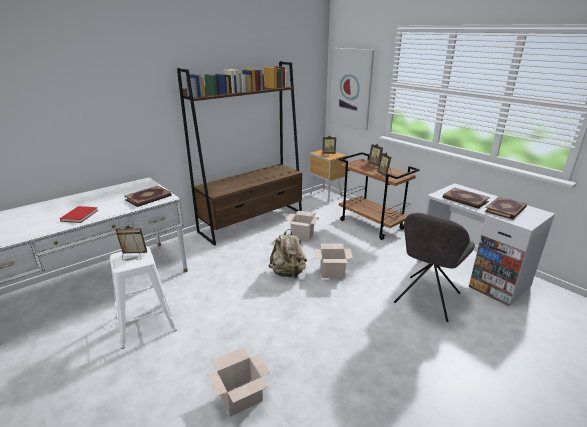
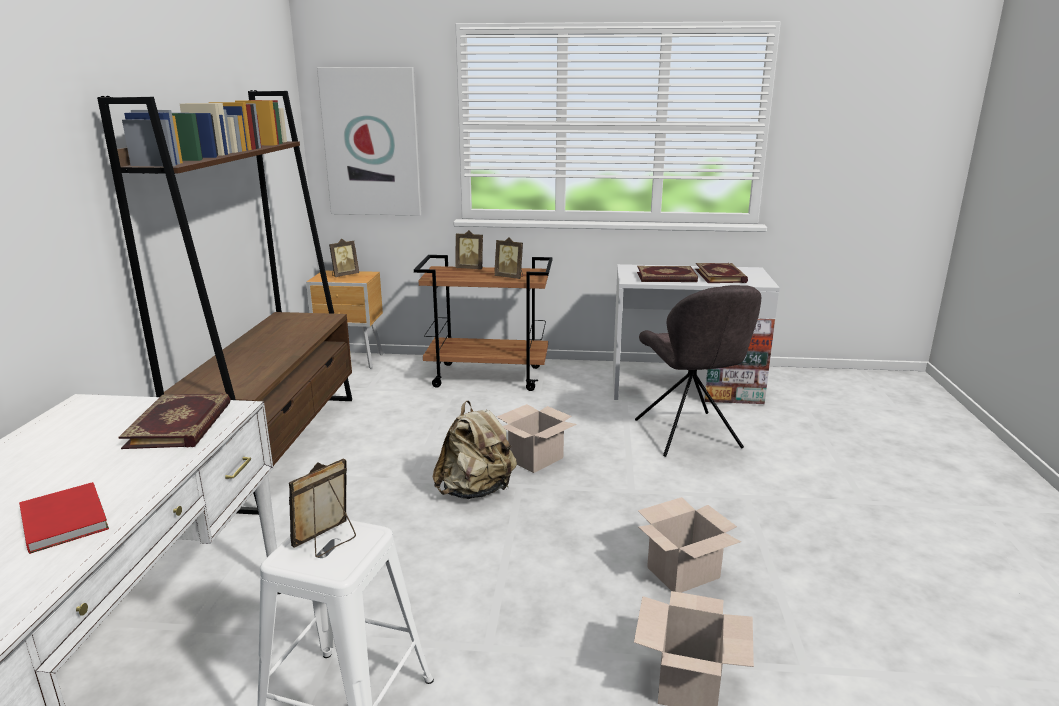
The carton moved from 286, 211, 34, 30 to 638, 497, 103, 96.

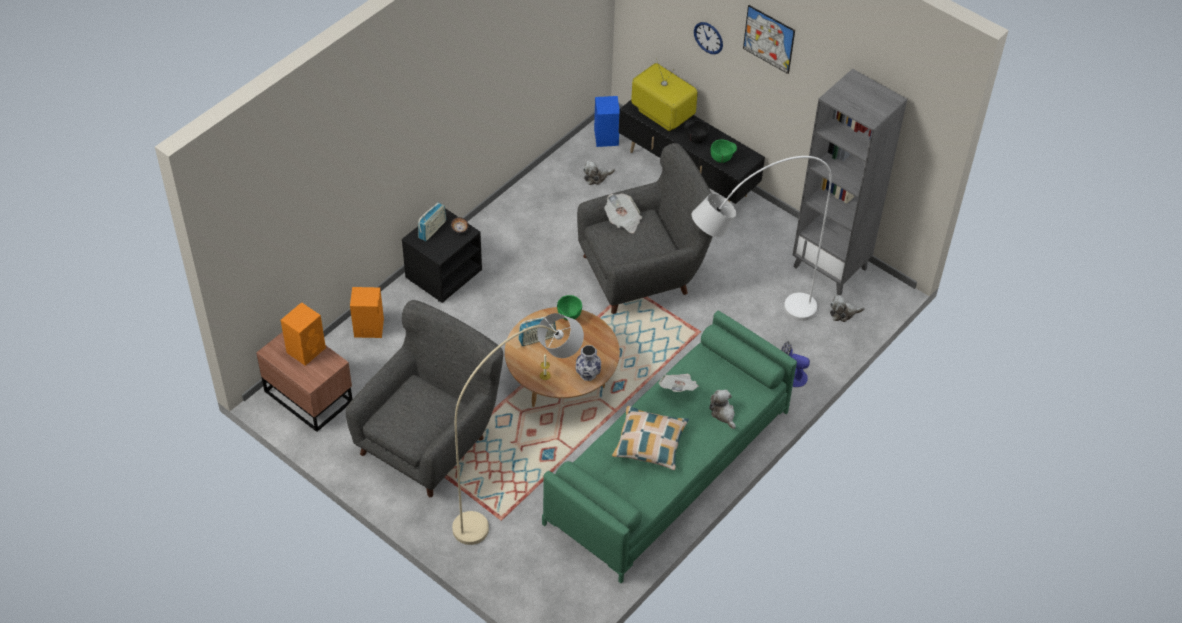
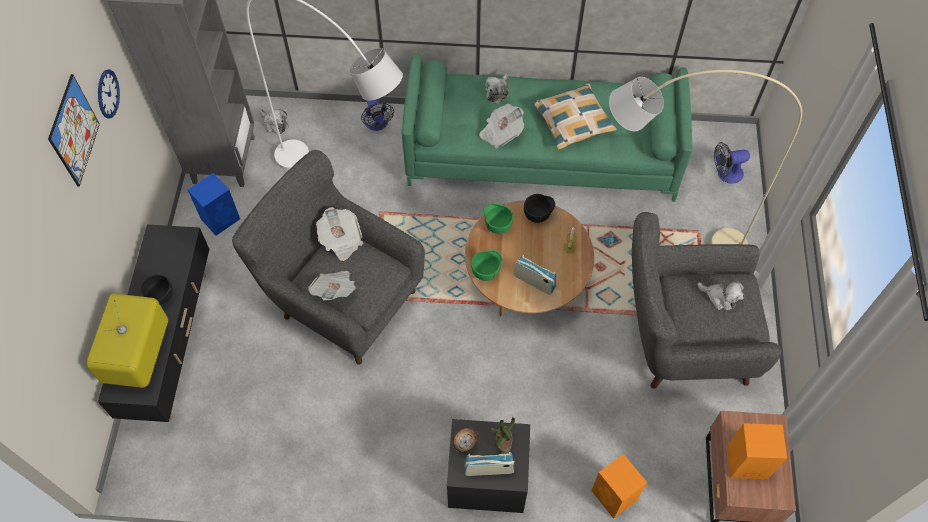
The wall_clock moved from 694, 22, 29, 32 to 98, 69, 22, 50.
The blue_audio_speaker moved from 594, 96, 26, 51 to 188, 173, 52, 63.
The greenish_bowl moved from 711, 139, 26, 24 to 484, 203, 29, 31.
The cuddly_toy moved from 583, 160, 32, 25 to 697, 281, 47, 29.
The vase at 575, 345, 26, 36 was replaced by the black_bowl at 524, 194, 31, 29.
The cooling_fan at 714, 142, 36, 42 appeared.
The newspaper at 316, 207, 47, 54 appeared.
The houseplant at 491, 417, 24, 37 appeared.

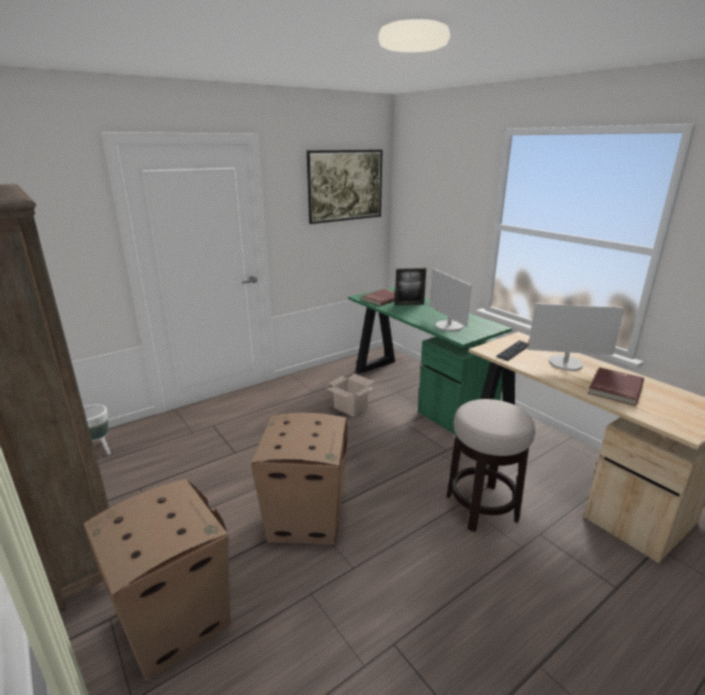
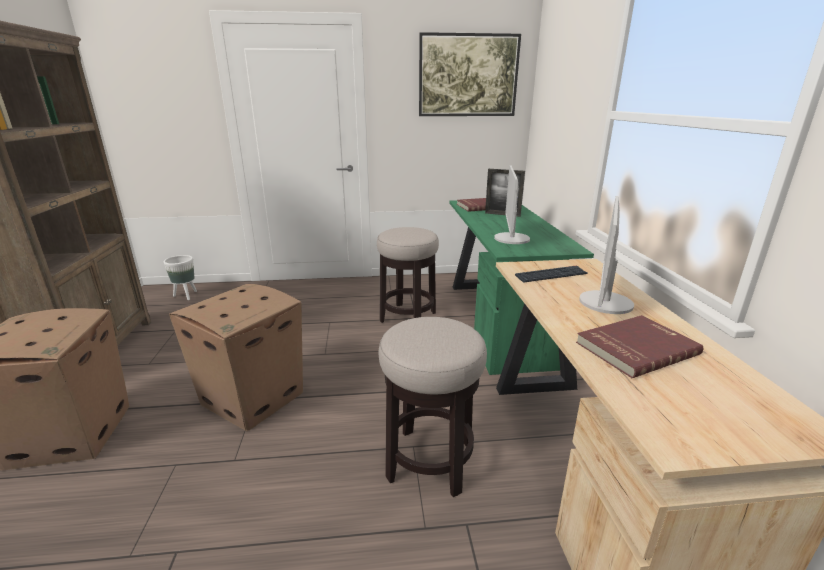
The monitor at 528, 303, 96, 68 turned 75 degrees clockwise.
The carton at 327, 374, 47, 43 was replaced by the stool_seat at 377, 227, 62, 96.

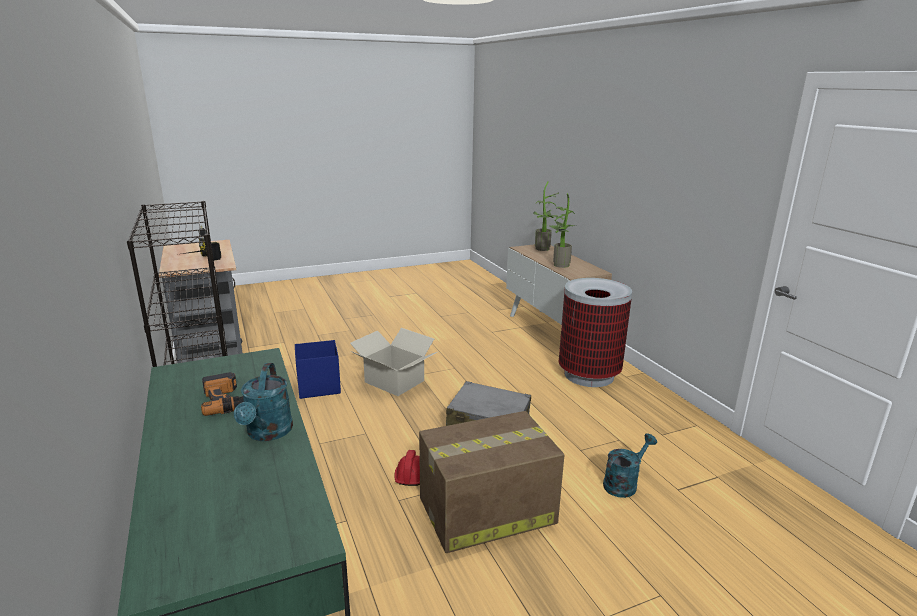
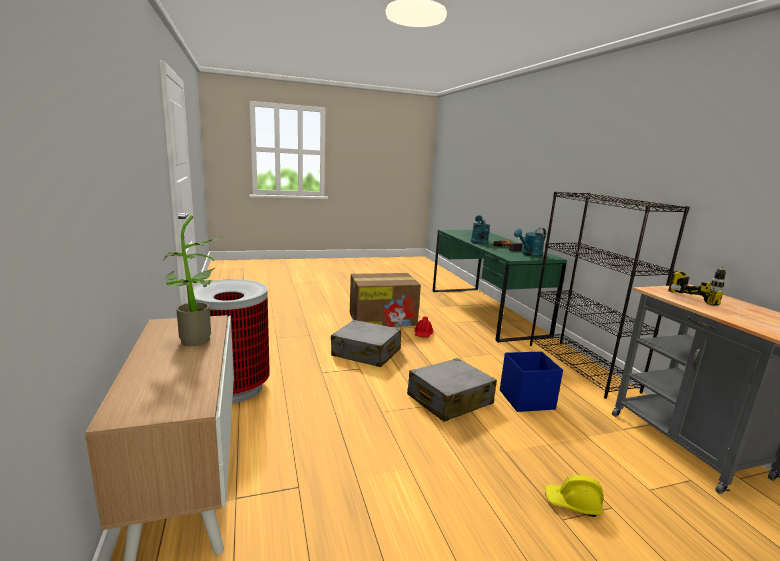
The houseplant at 533, 182, 26, 69 disappeared.
The carton at 350, 328, 87, 68 was replaced by the grey_travel_case at 407, 358, 90, 64.
The blue-green_watering_can moved from 603, 433, 54, 65 to 514, 228, 32, 29.
The yellow_hard_hat at 545, 475, 59, 42 appeared.

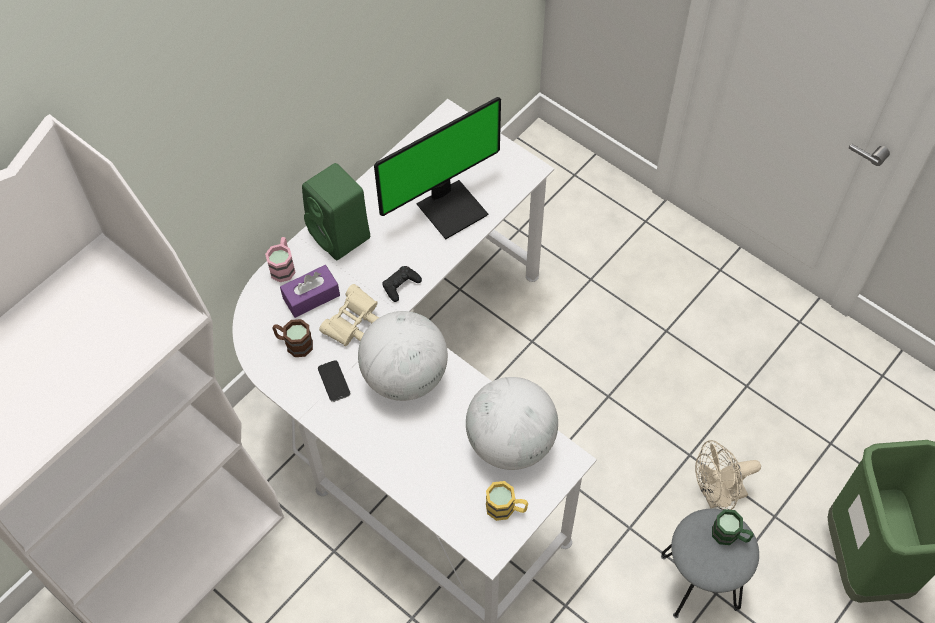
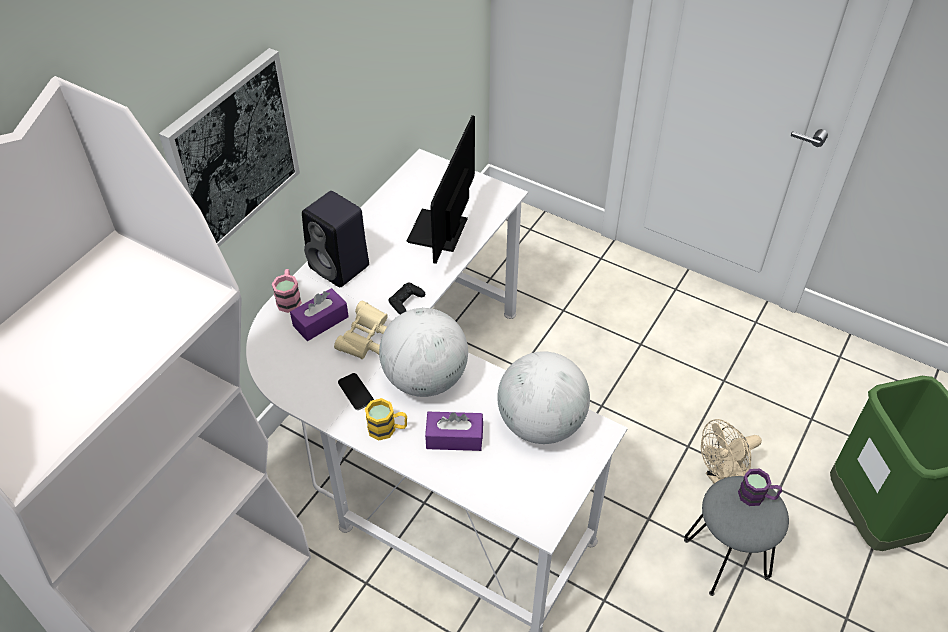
The monitor at 374, 97, 127, 142 turned 150 degrees clockwise.
The greenish_audio_speaker at 302, 163, 68, 97 became the black_audio_speaker at 302, 191, 67, 96.
The brownish_tea_mug at 272, 319, 41, 38 disappeared.
The yellow_tea_mug moved from 486, 481, 42, 40 to 365, 398, 42, 42.
The greenish_tea_mug at 712, 509, 42, 36 became the purple-coloured_tea_mug at 738, 469, 44, 37.
The wall_picture at 159, 48, 141, 199 appeared.
The purple-coloured_tissue_box at 425, 412, 58, 39 appeared.

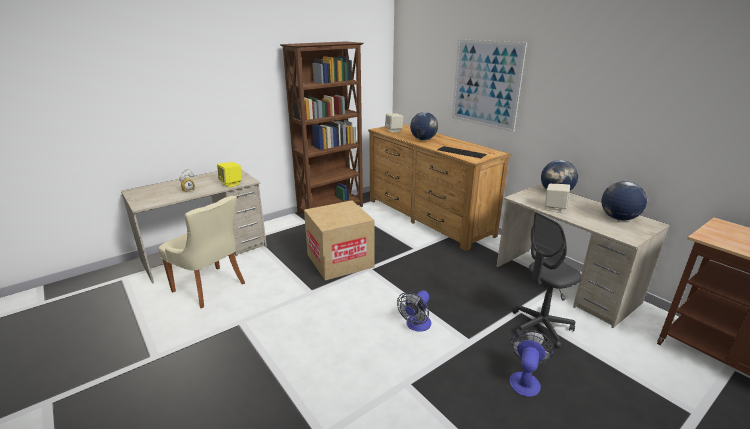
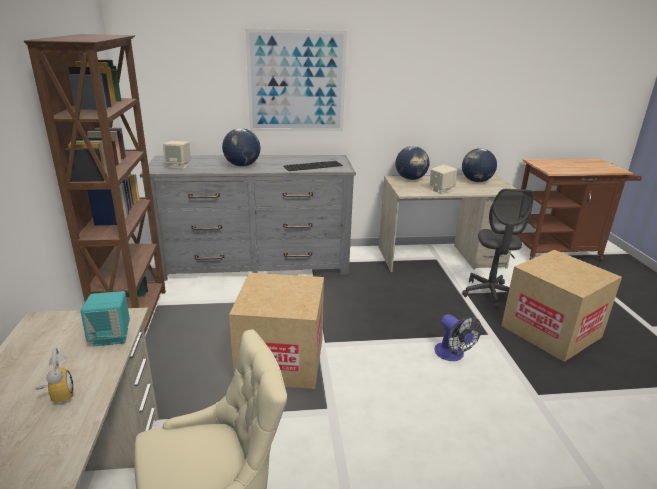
The brownish_chest_of_drawers at 368, 124, 143, 127 became the grey_chest_of_drawers at 140, 155, 216, 126.
The yellow_audio_speaker at 217, 162, 25, 25 became the blue-green_audio_speaker at 80, 291, 50, 56.
The cooling_fan at 509, 330, 45, 67 was replaced by the carton at 501, 250, 121, 112.

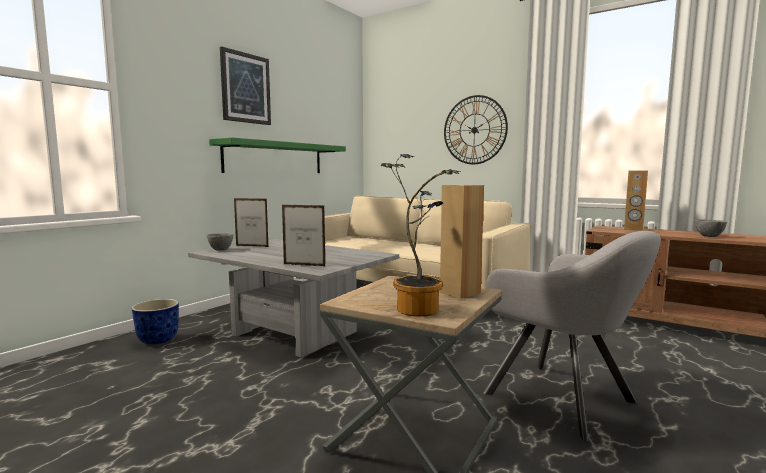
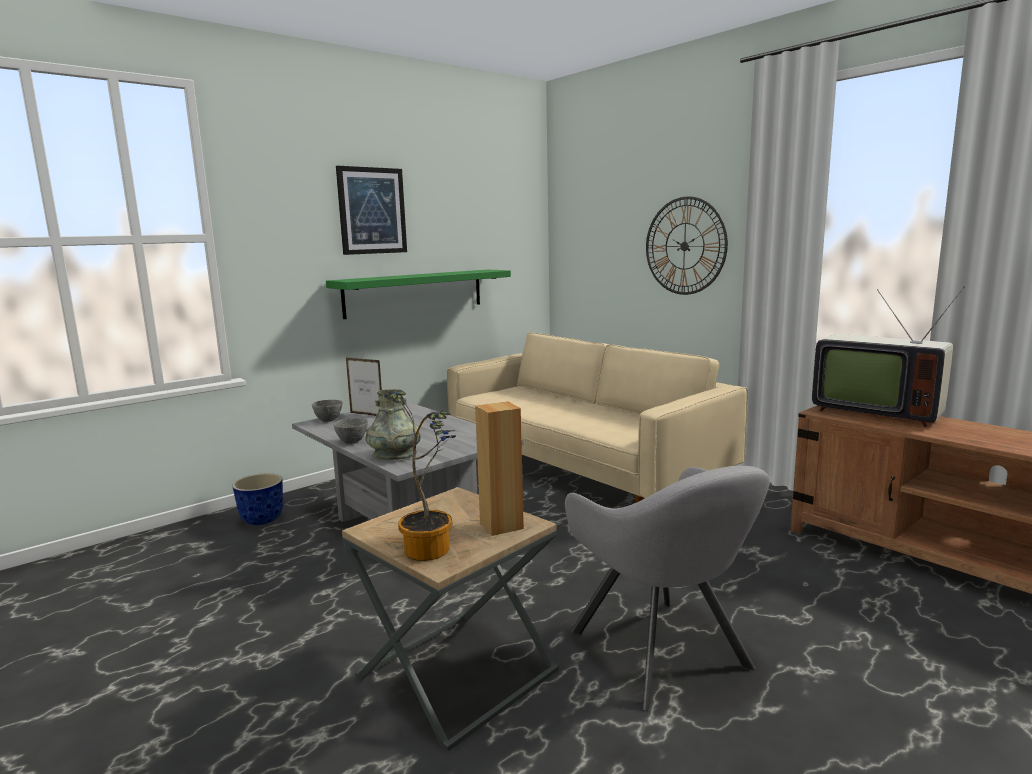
The brownish_audio_speaker at 624, 171, 24, 60 was replaced by the TV at 812, 286, 153, 141.
The picture_frame at 282, 205, 43, 61 was replaced by the grey_vase at 366, 389, 55, 71.
The grey_bowl moved from 695, 220, 32, 17 to 333, 418, 35, 26.

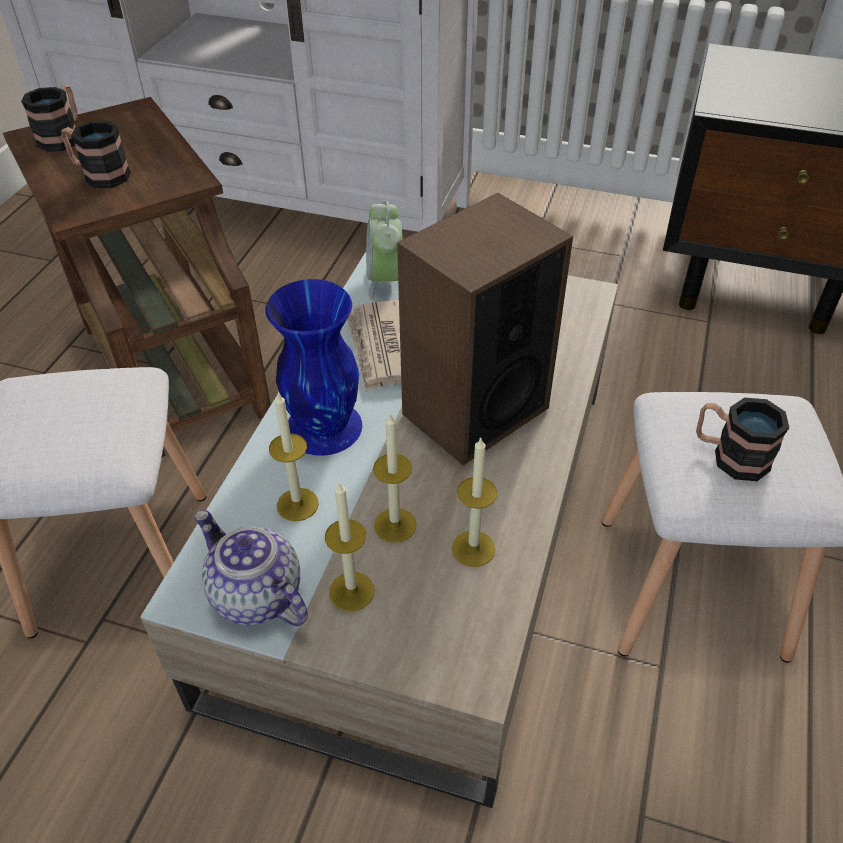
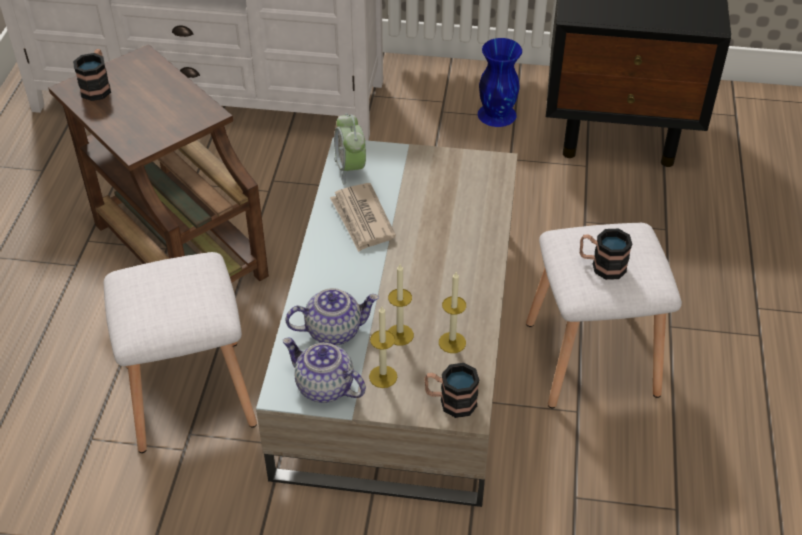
The tea_mug moved from 61, 121, 70, 67 to 424, 363, 55, 55.
The audio_speaker at 397, 193, 176, 273 disappeared.
The blue_vase moved from 265, 279, 97, 177 to 478, 38, 44, 89.
The wax_candle at 269, 392, 50, 129 was replaced by the teapot at 285, 288, 94, 57.

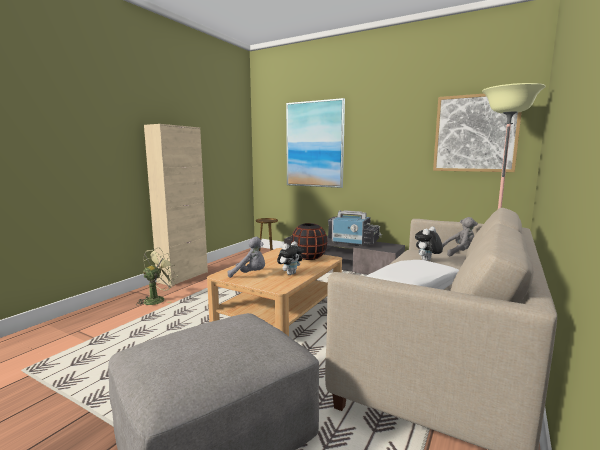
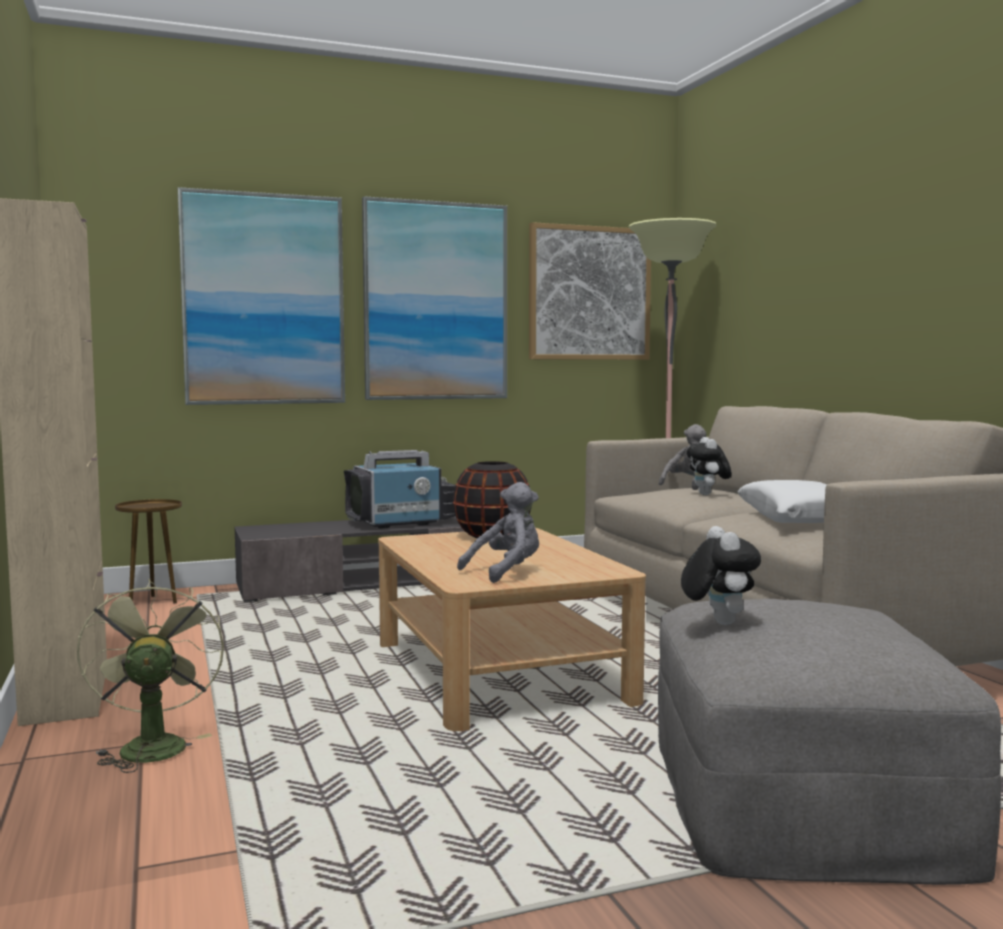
The cuddly_toy moved from 277, 241, 27, 34 to 681, 526, 80, 99.
The wall_picture at 362, 196, 145, 204 appeared.

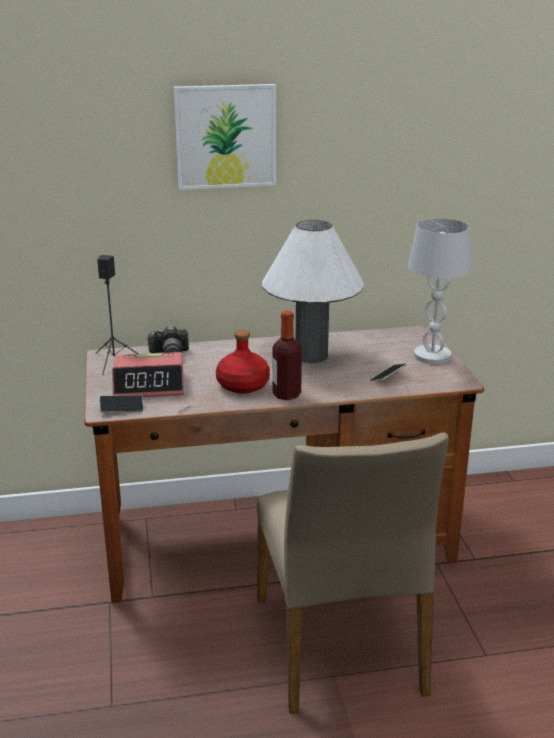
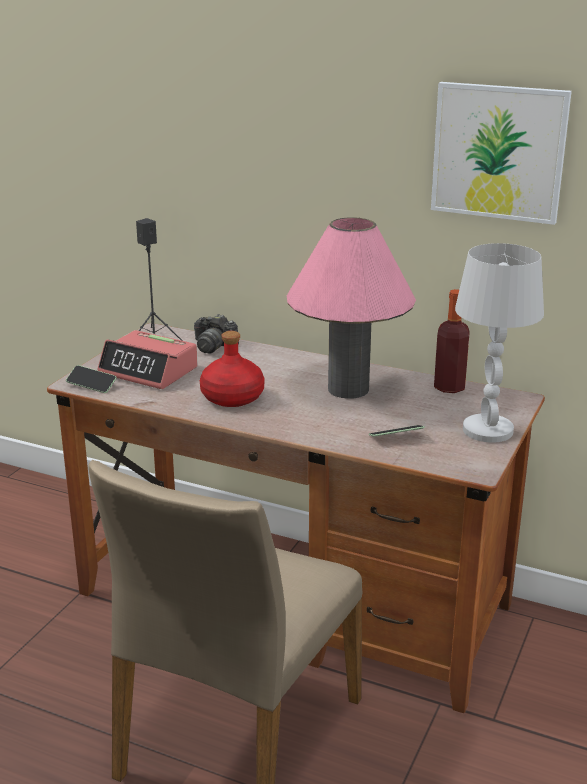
The wall_picture moved from 174, 84, 102, 106 to 431, 82, 141, 143.
The white-coloured_lamp_for_a_table at 262, 220, 102, 143 became the pinkish_lamp_for_a_table at 287, 217, 129, 182.
The bottle moved from 272, 311, 30, 89 to 434, 289, 36, 104.

